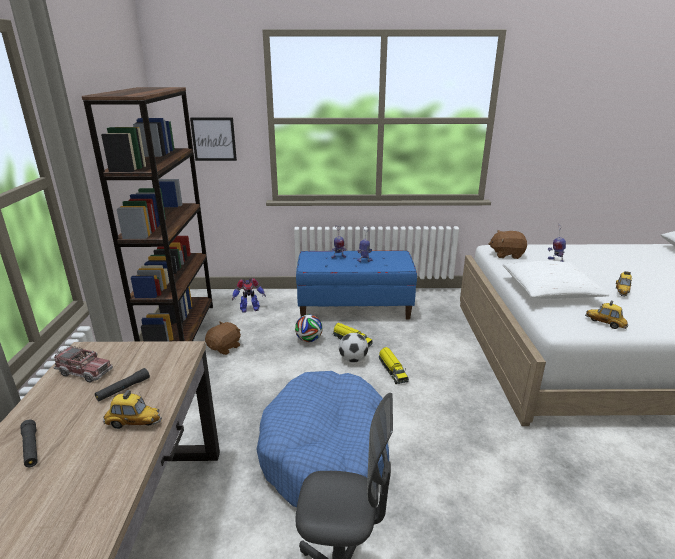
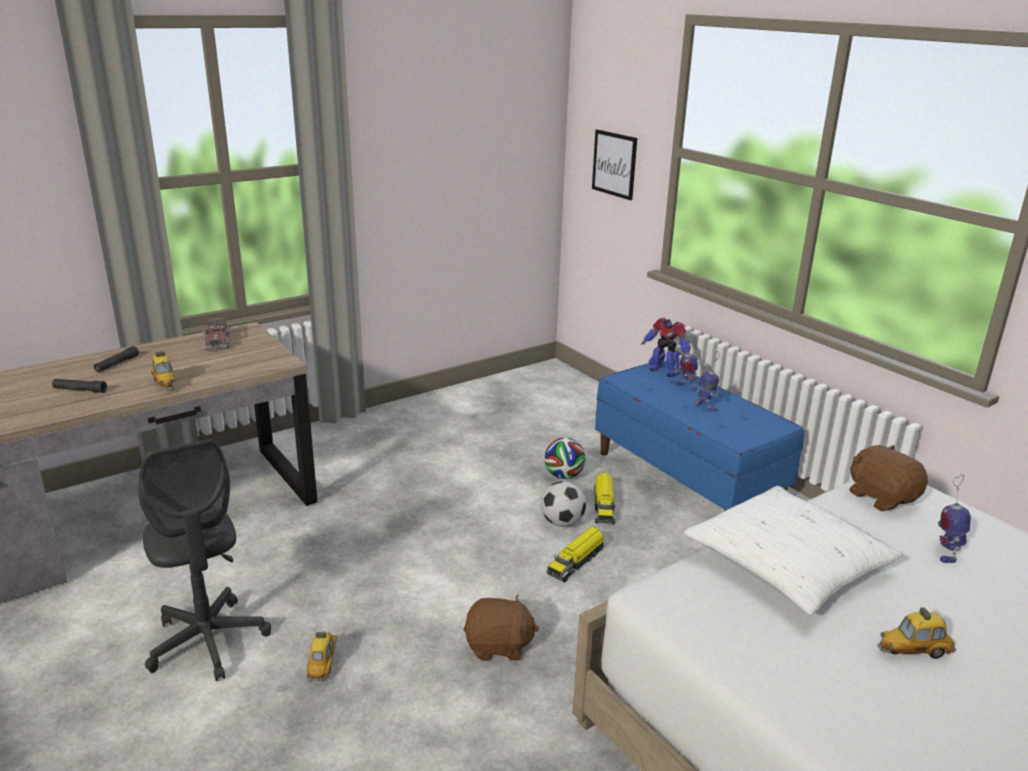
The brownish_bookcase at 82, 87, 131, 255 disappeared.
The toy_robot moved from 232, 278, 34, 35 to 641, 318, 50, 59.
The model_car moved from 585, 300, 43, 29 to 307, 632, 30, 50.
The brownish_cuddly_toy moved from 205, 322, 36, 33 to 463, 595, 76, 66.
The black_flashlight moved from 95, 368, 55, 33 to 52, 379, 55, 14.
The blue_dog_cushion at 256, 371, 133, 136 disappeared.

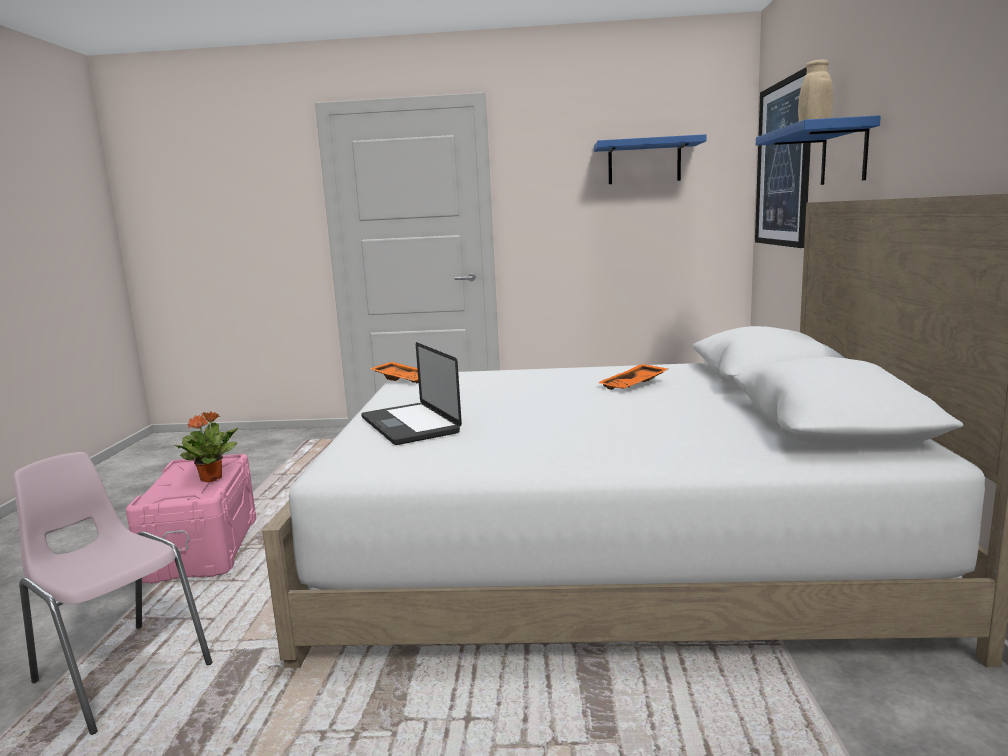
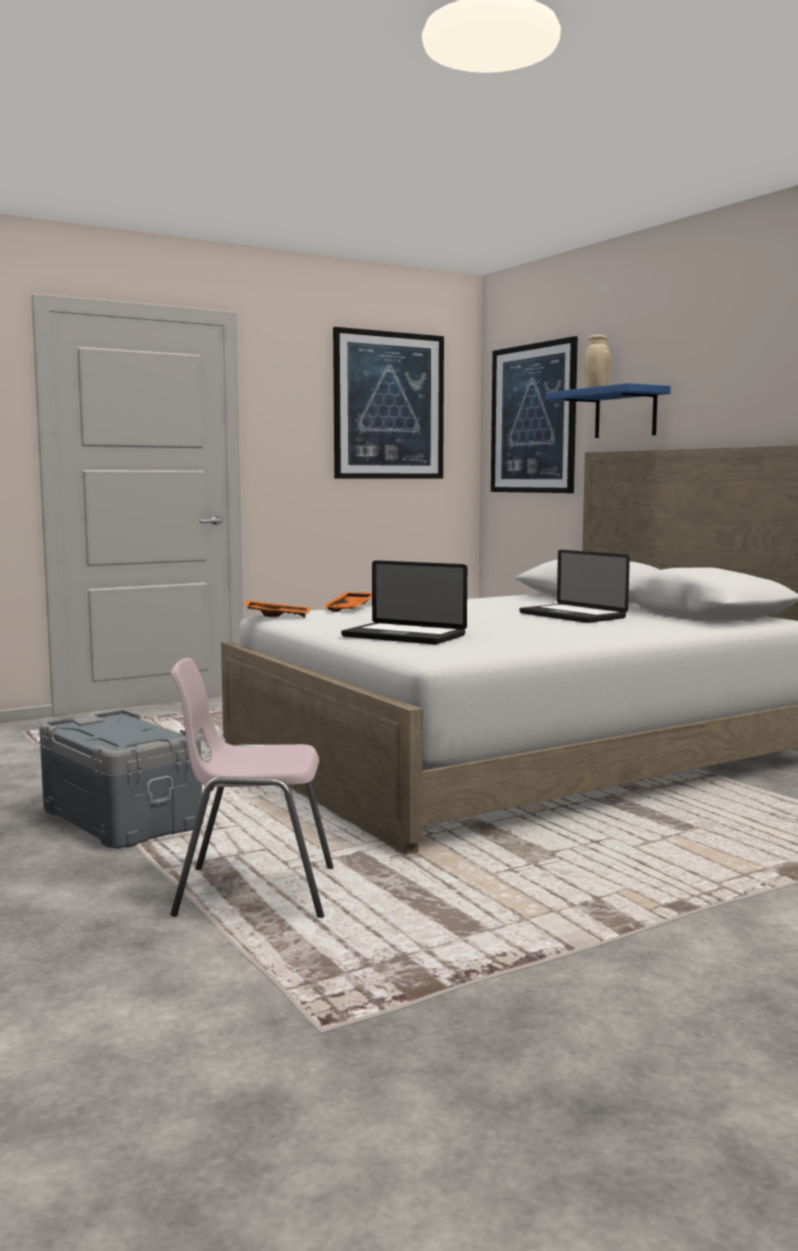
The blue_wall_shelf at 594, 134, 113, 50 was replaced by the wall_picture at 333, 327, 111, 151.
The orange-coloured_tray moved from 598, 364, 70, 26 to 322, 592, 50, 20.
The houseplant at 174, 411, 64, 71 disappeared.
The pinkish_storage_container at 126, 454, 130, 130 became the grey_storage_container at 39, 710, 164, 138.
The notebook_computer at 519, 550, 111, 73 appeared.

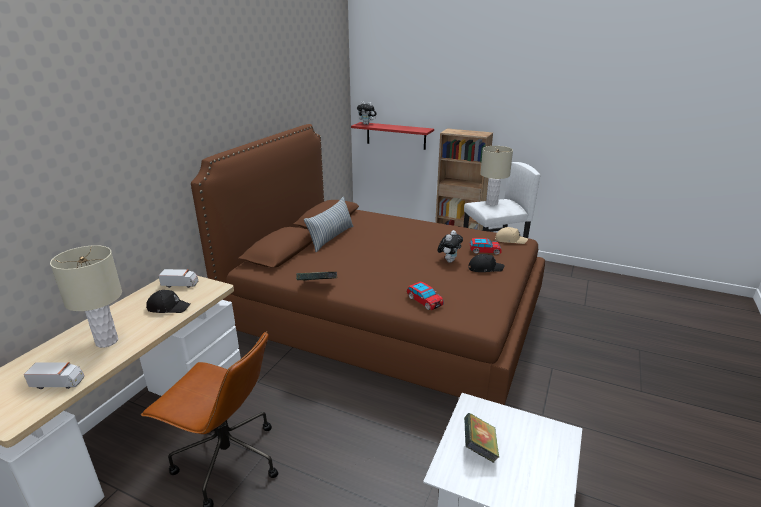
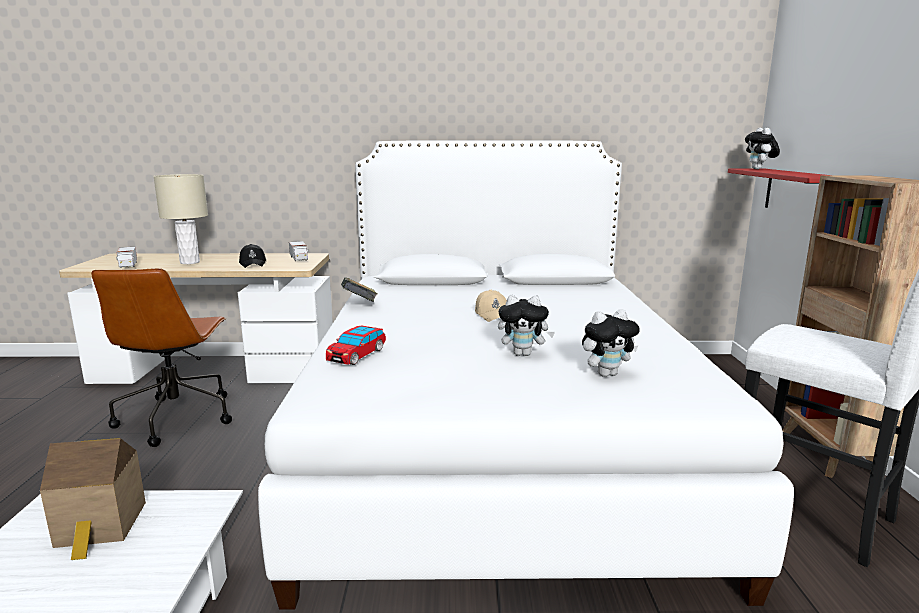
The brownish_bedroom_bed at 191, 124, 354, 281 became the white-coloured_bedroom_bed at 258, 140, 536, 470.
The beige_lamp_for_a_table at 480, 146, 33, 60 disappeared.
The throw_pillow at 304, 197, 50, 55 disappeared.
The beige_peaked_cap moved from 495, 227, 33, 17 to 475, 290, 32, 32.
The model_car at 470, 238, 32, 17 was replaced by the cuddly_toy at 582, 309, 58, 68.
The black_peaked_cap at 468, 254, 36, 18 disappeared.
The volume at 464, 413, 35, 50 was replaced by the miniature_house at 40, 438, 106, 122.

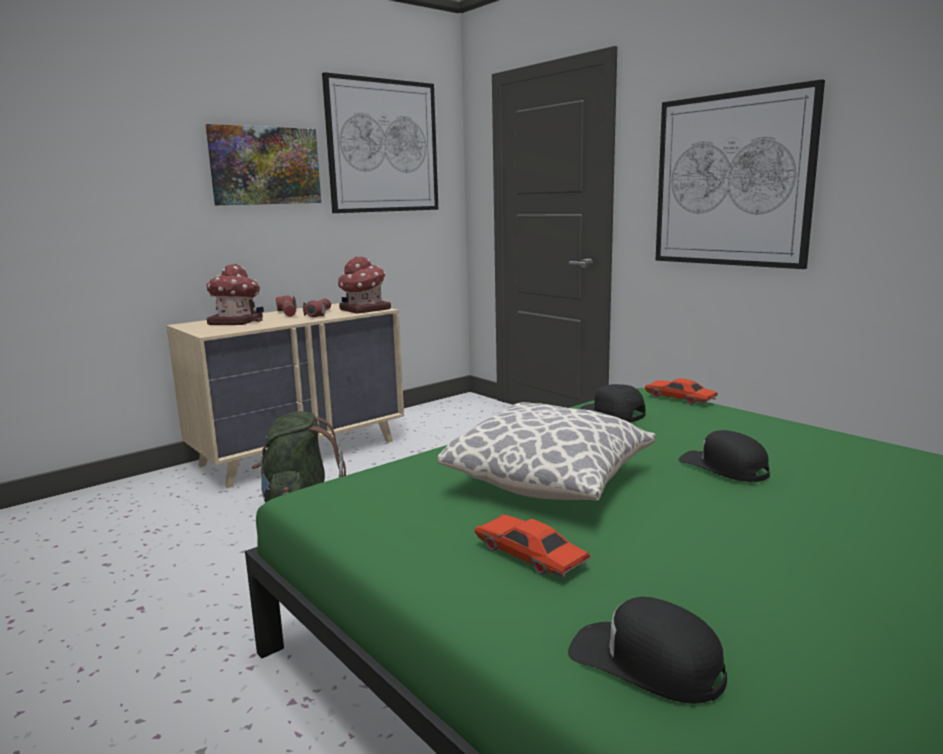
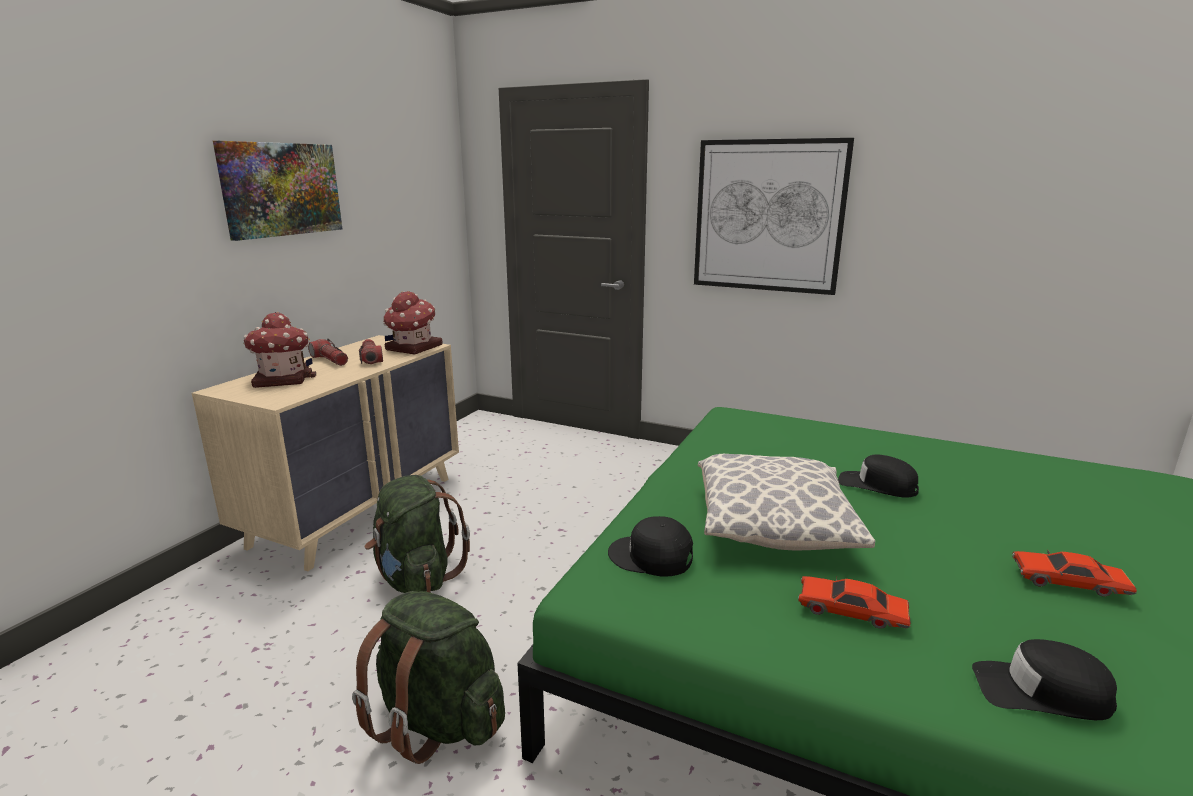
The wall_picture at 322, 72, 116, 141 disappeared.
The reddish_model_car moved from 645, 378, 73, 26 to 1012, 550, 125, 47.
The black_peaked_cap moved from 580, 384, 66, 39 to 608, 516, 85, 61.
The greenish_rucksack at 352, 591, 153, 173 appeared.

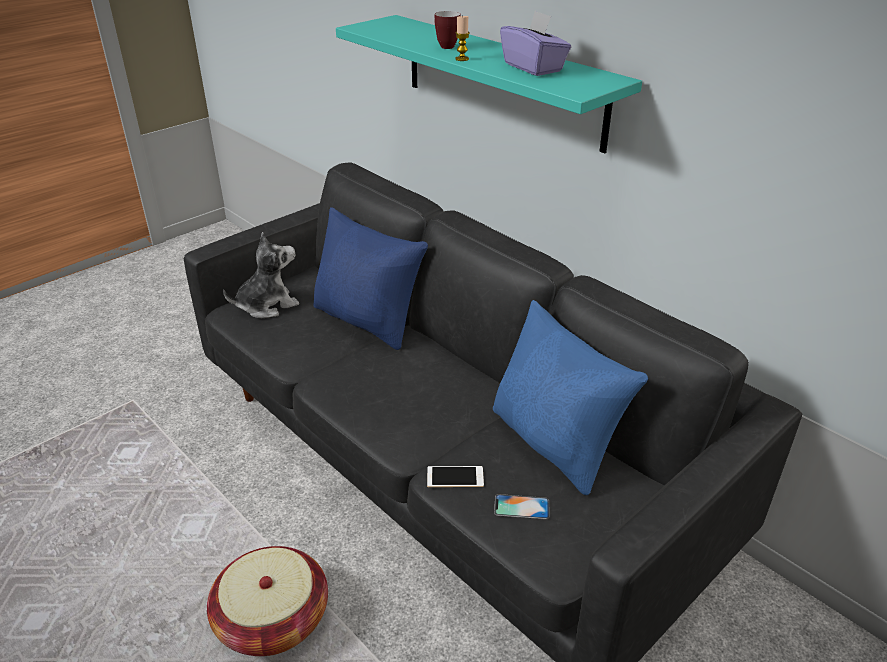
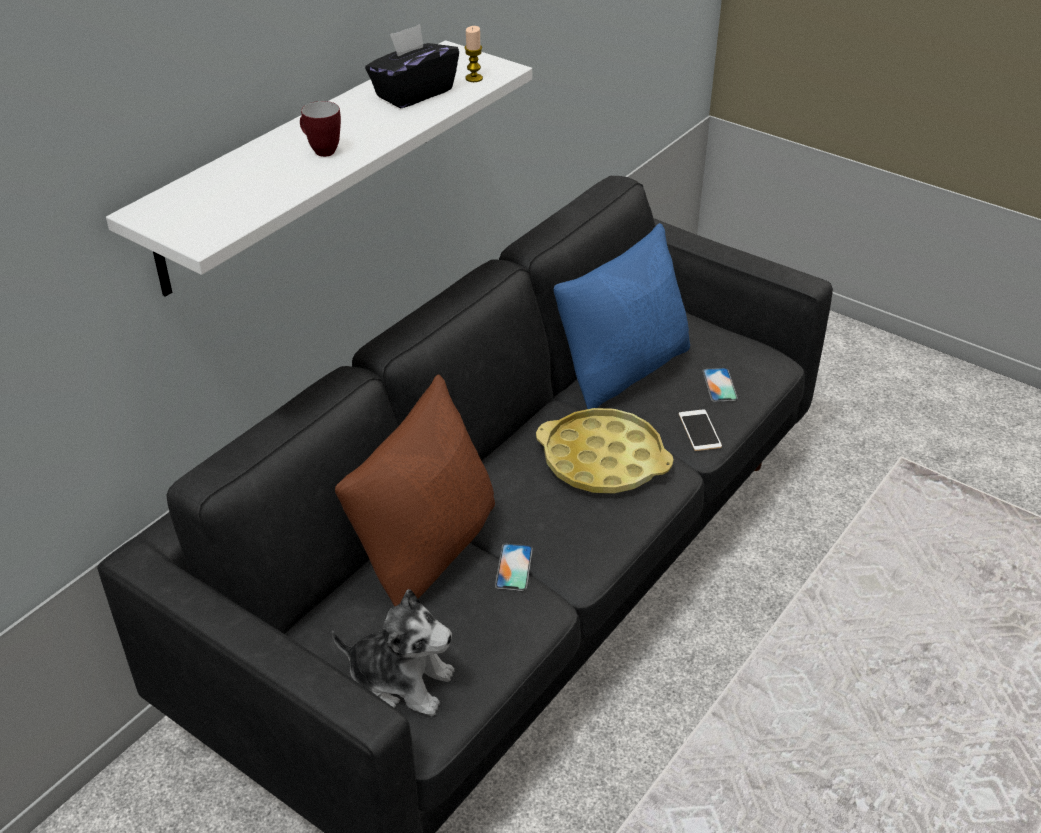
The purple-coloured_tissue_box at 500, 10, 71, 66 became the black_tissue_box at 365, 24, 94, 85.
The blue-green_wall_shelf at 336, 15, 306, 139 became the white-coloured_wall_shelf at 106, 40, 426, 257.
The wax_candle moved from 455, 16, 15, 45 to 464, 26, 19, 56.
The blue_throw_pillow at 313, 207, 115, 143 became the brownish_throw_pillow at 335, 374, 160, 232.
The cuddly_toy at 223, 232, 76, 86 turned 150 degrees clockwise.
The household_basket at 207, 546, 121, 110 disappeared.
The yellow_tray at 536, 408, 137, 85 appeared.
The telephone at 495, 544, 38, 47 appeared.

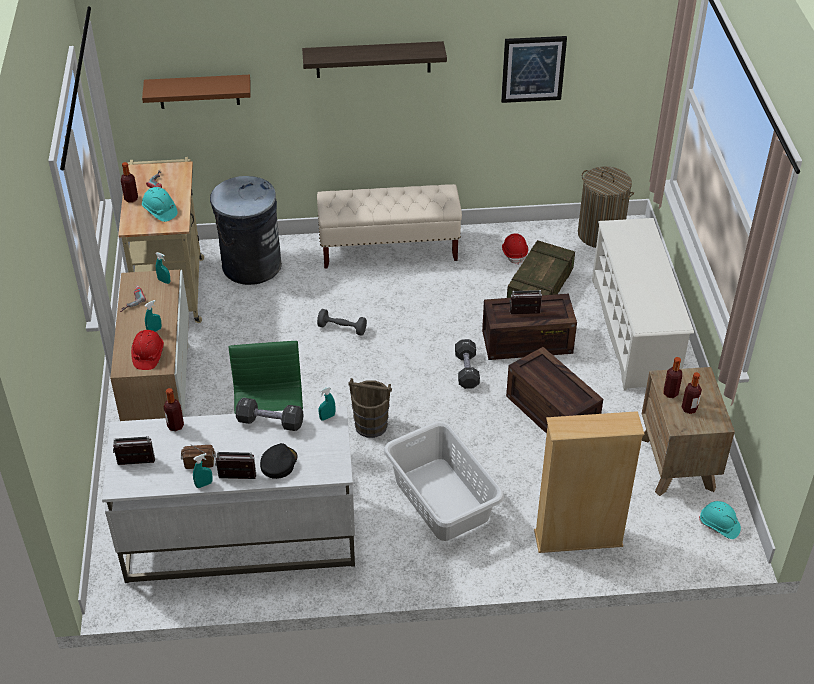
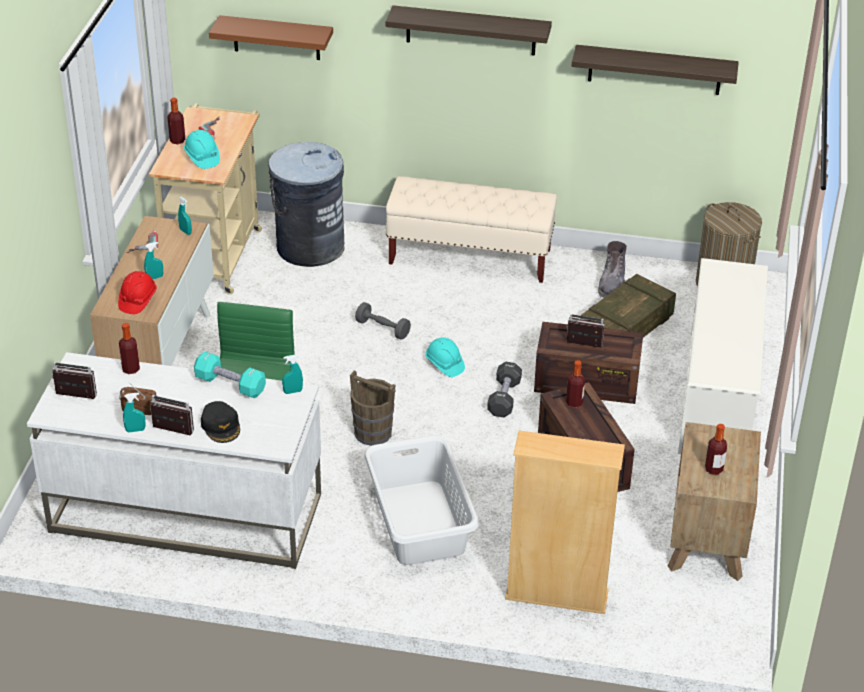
The wall_picture at 501, 36, 66, 67 was replaced by the wall_shelf at 572, 45, 167, 50.
The reddish_hard_hat at 502, 233, 26, 31 was replaced by the grey_boot at 598, 241, 29, 57.
The bottle moved from 664, 357, 18, 41 to 566, 360, 19, 48.
The black_hand_weight at 235, 398, 69, 33 became the blue-green_hand_weight at 194, 351, 72, 47.
The black_peaked_cap at 260, 443, 38, 36 turned 120 degrees clockwise.
The blue-green_hard_hat moved from 699, 501, 42, 38 to 425, 337, 40, 40.

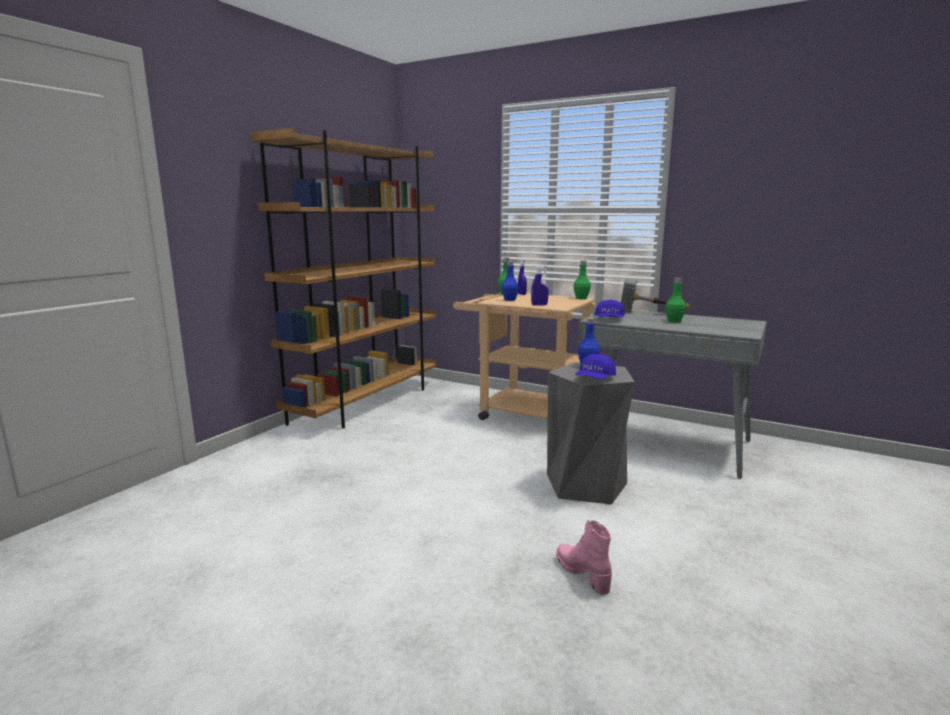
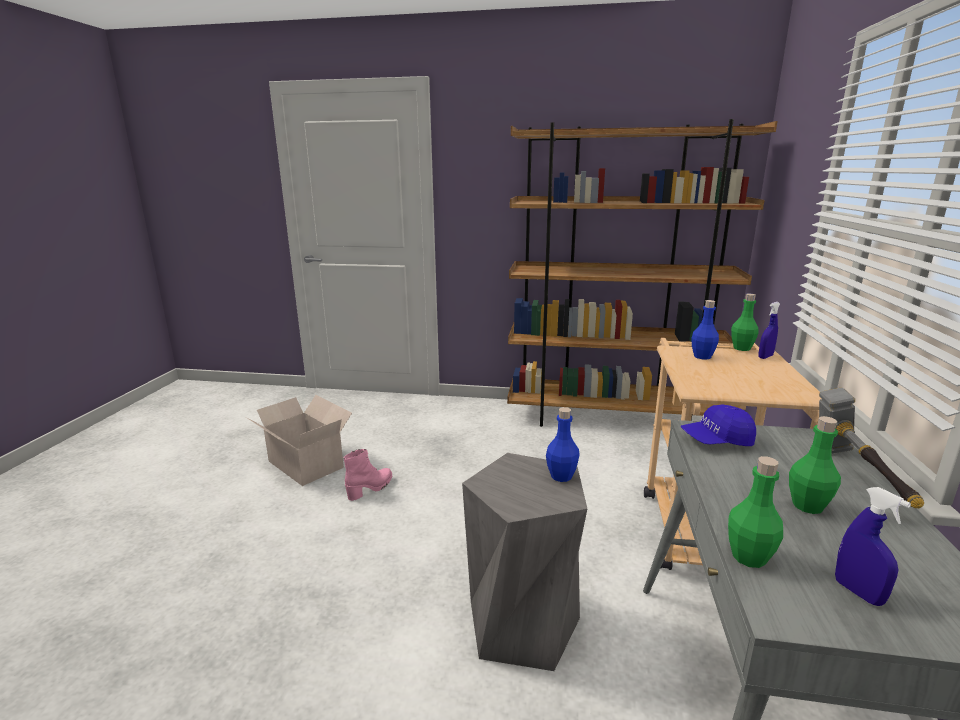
The greenish_bottle moved from 573, 260, 18, 39 to 728, 456, 55, 112.
The blue_sprayer moved from 531, 265, 18, 41 to 835, 487, 76, 119.
The blue_peaked_cap at 575, 354, 41, 25 disappeared.
The pinkish_boot moved from 556, 520, 56, 75 to 343, 449, 49, 52.
The carton at 246, 395, 106, 91 appeared.

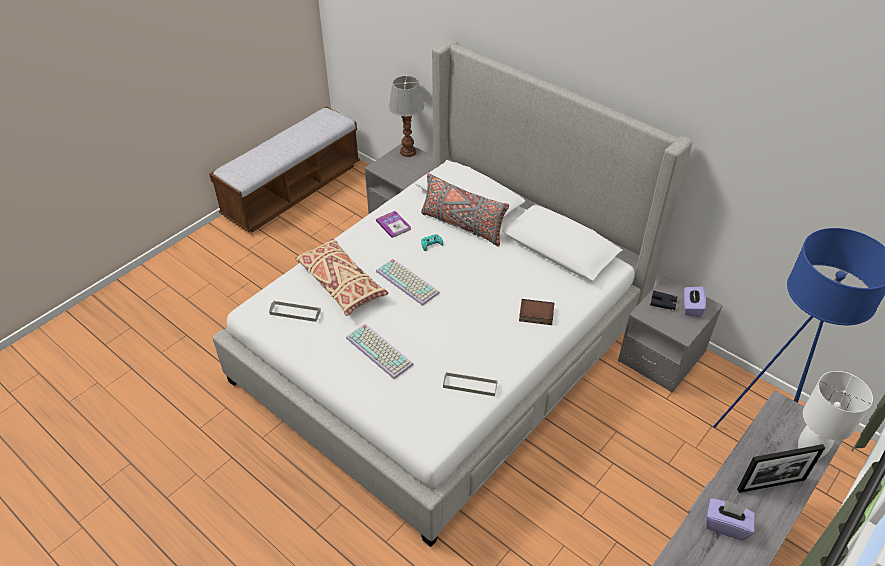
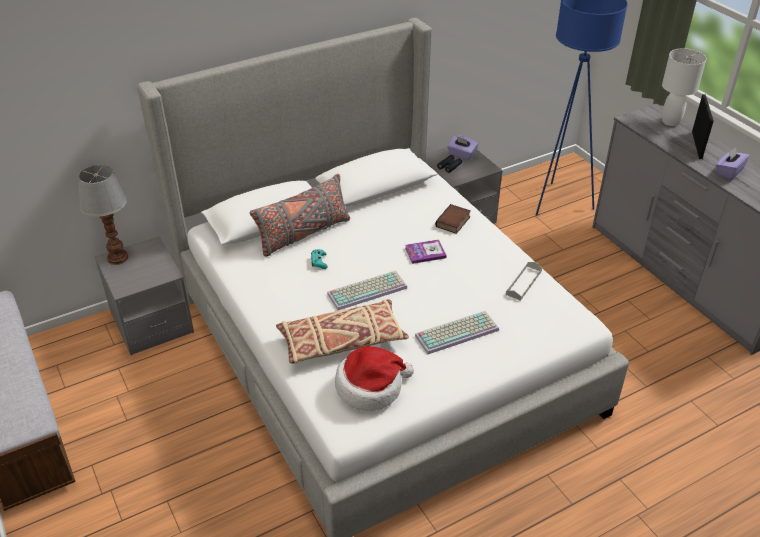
The volume moved from 376, 211, 35, 27 to 405, 239, 42, 25.
The grey_tray at 269, 300, 52, 22 was replaced by the clothing_hat at 335, 346, 79, 65.

